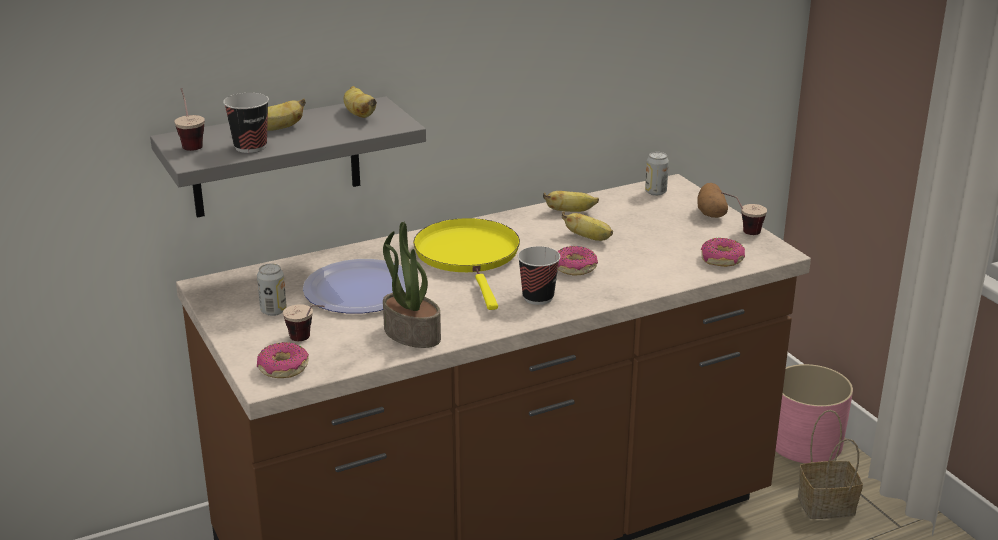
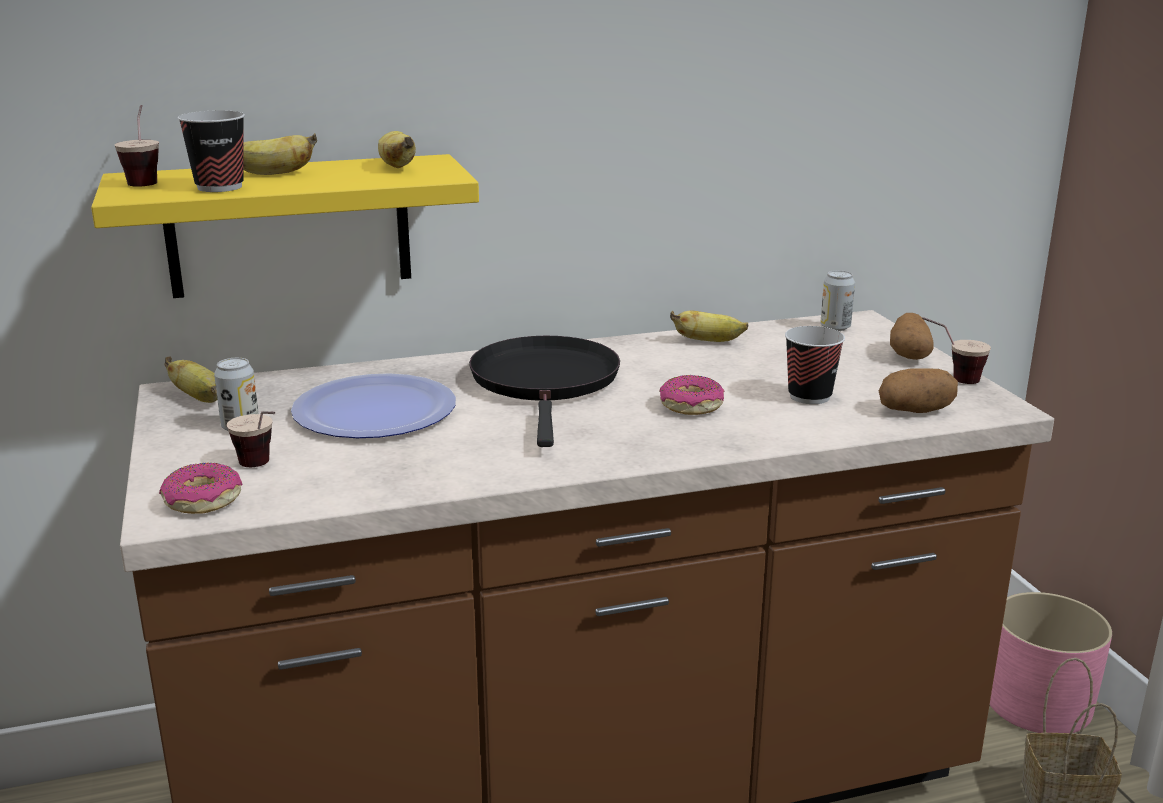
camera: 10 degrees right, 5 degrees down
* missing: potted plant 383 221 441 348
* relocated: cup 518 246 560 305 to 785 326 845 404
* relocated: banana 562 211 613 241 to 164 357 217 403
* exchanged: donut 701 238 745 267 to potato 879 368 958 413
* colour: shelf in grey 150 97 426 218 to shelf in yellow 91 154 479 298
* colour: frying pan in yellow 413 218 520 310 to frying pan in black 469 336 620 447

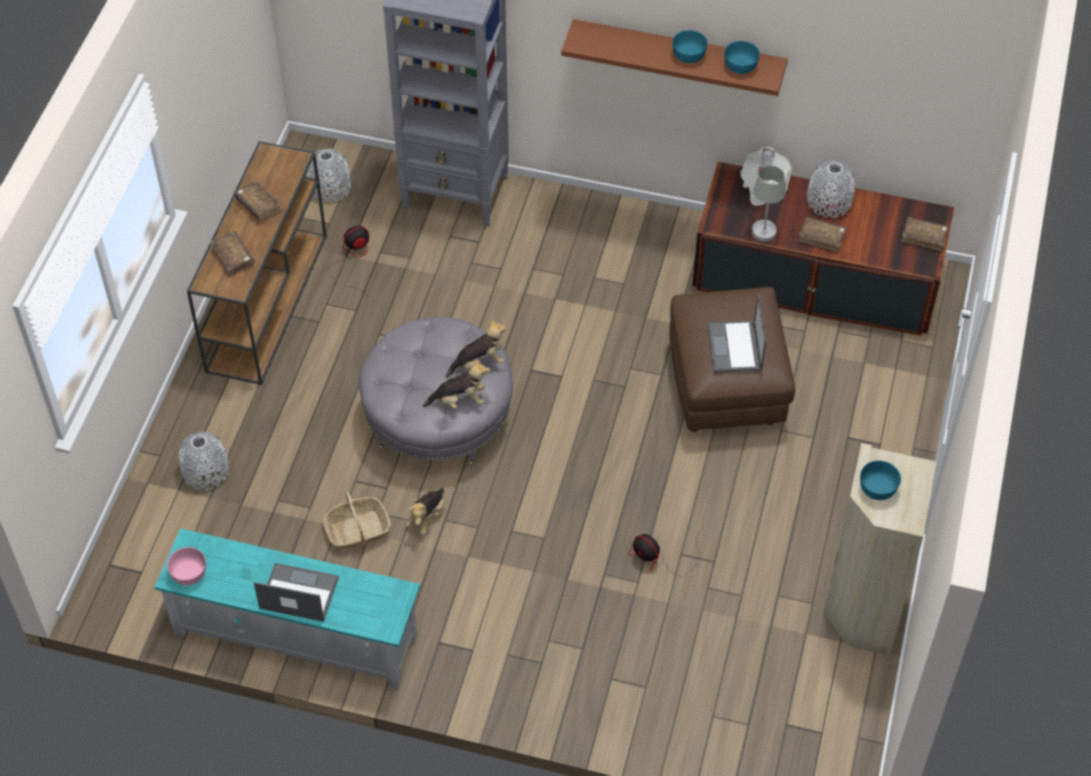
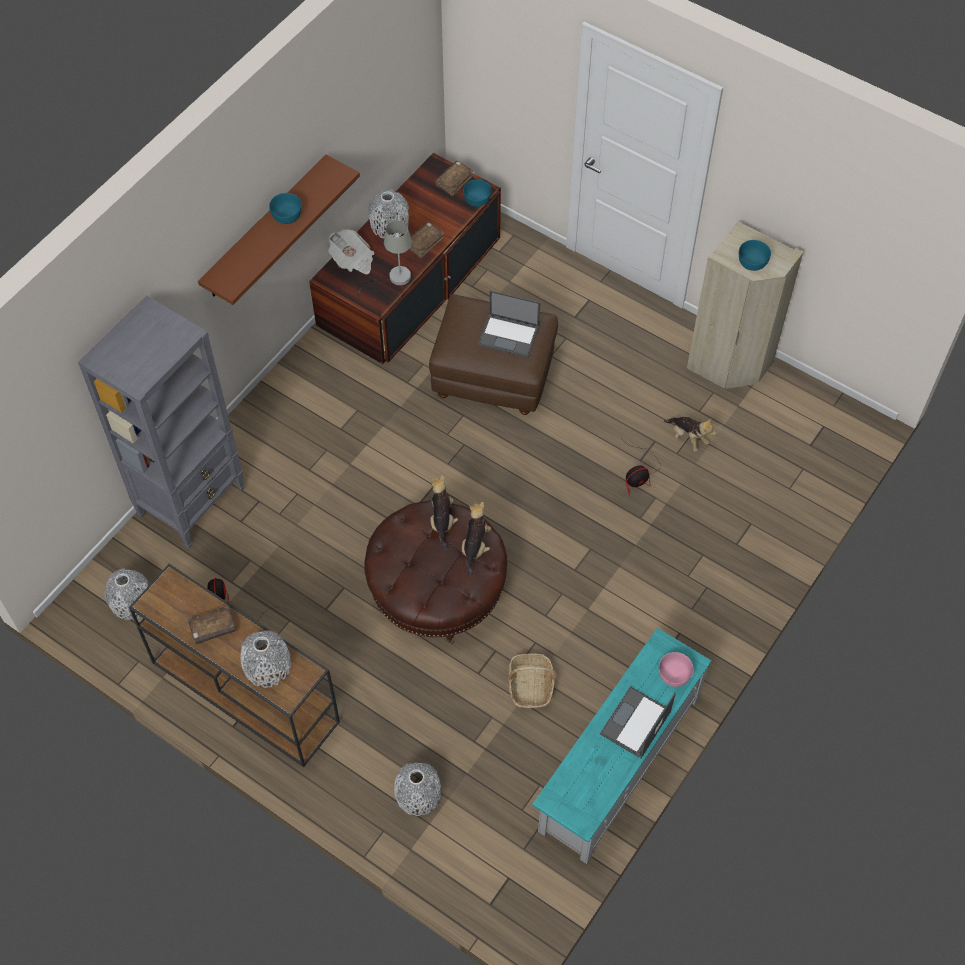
camera: 70 degrees left, 5 degrees up
* relocated: bowl in pink 167 547 206 585 to 659 652 693 687
* relocated: plush toy 406 487 445 535 to 664 417 716 452
* relocated: bowl in turquoise 724 41 760 74 to 463 179 491 207
* exchanged: book in brown 210 231 255 277 to vase in grey 240 630 291 688
* colour: ottoman in grey 359 317 513 465 to ottoman in brown 364 500 507 644

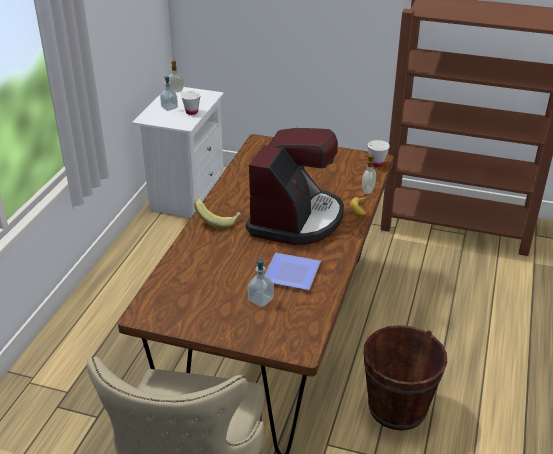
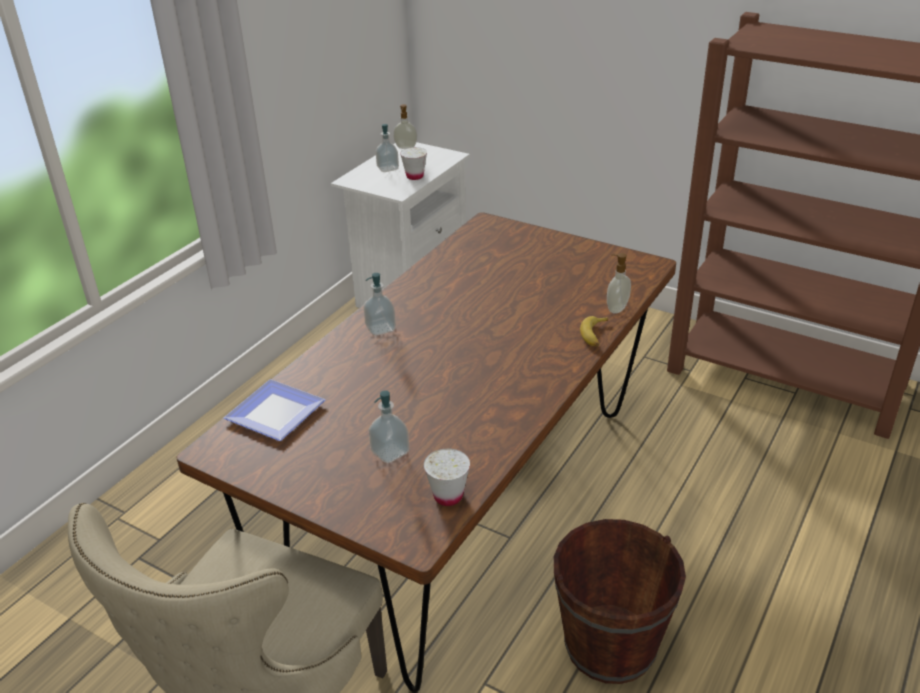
camera: 15 degrees right, 0 degrees up
* missing: coffee machine 246 128 344 245
* relocated: plate 265 253 321 290 to 223 379 325 441
* relocated: cup in white 367 140 390 167 to 424 449 470 506
* exchanged: banana 194 199 241 228 to soap dispenser 364 273 396 336

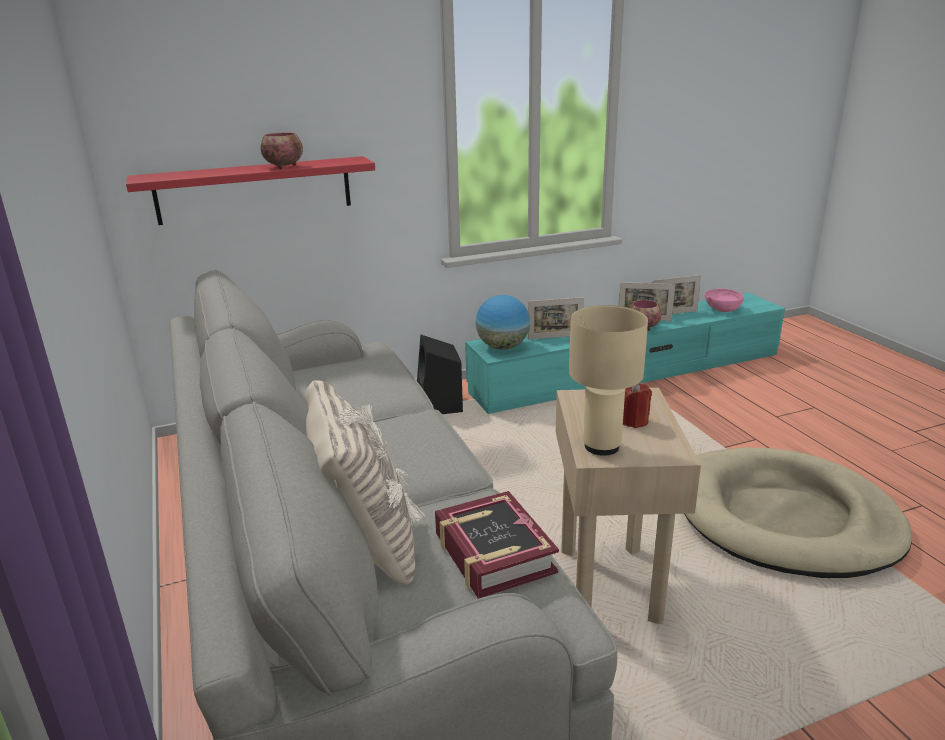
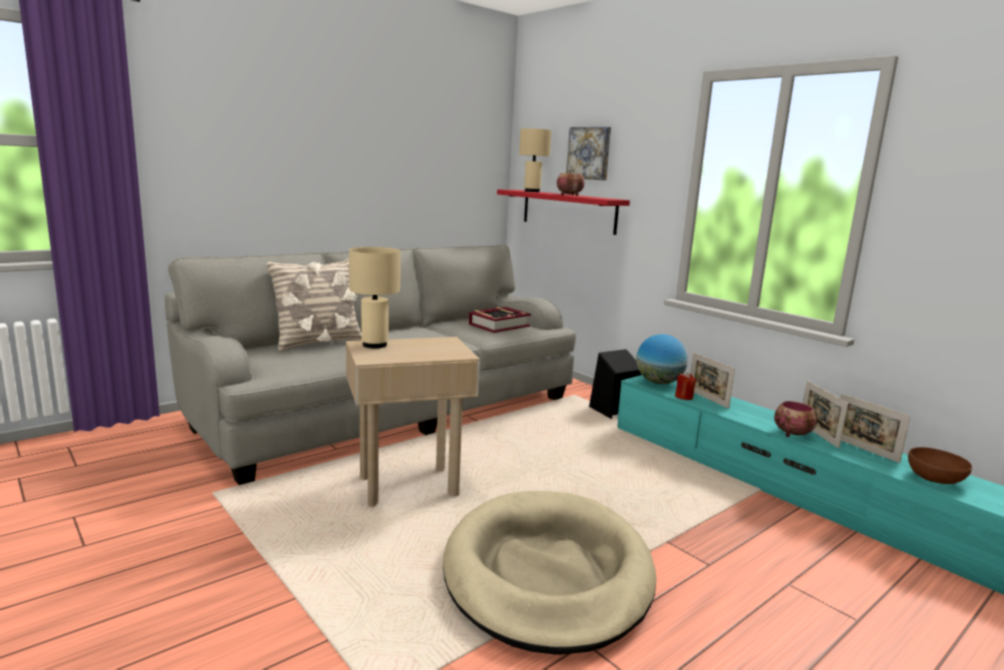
camera: 70 degrees right, 10 degrees down
* appeared: table lamp in beige 519 128 551 192
* appeared: picture 566 127 611 180
* relocated: book 435 491 559 599 to 469 307 531 333
* relocated: candle in red 623 383 652 428 to 675 373 696 400
* colour: bowl in pink 705 289 744 312 to bowl in brown 908 447 972 484

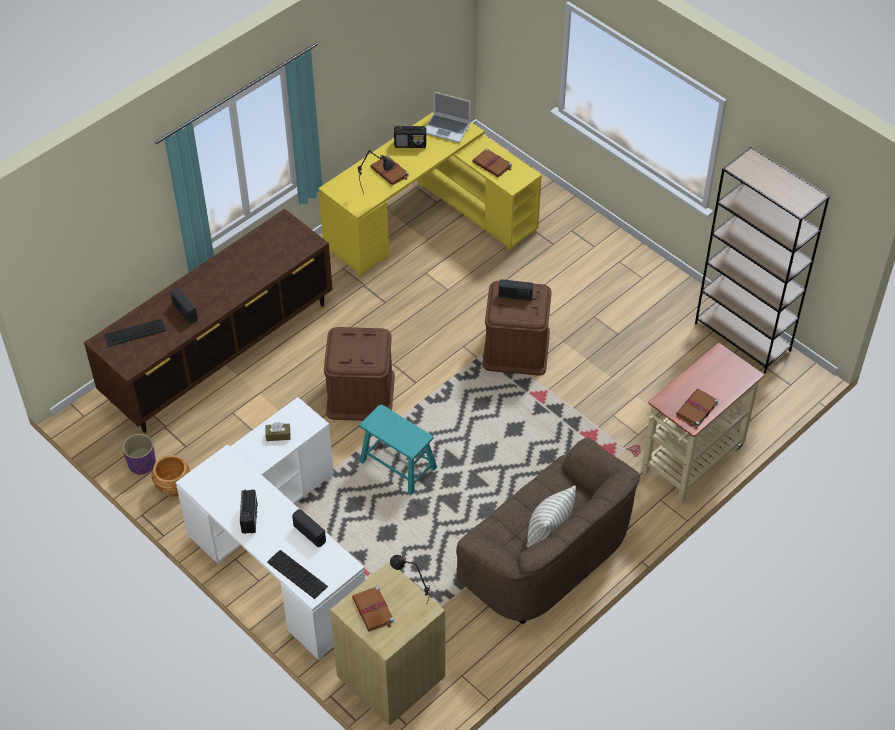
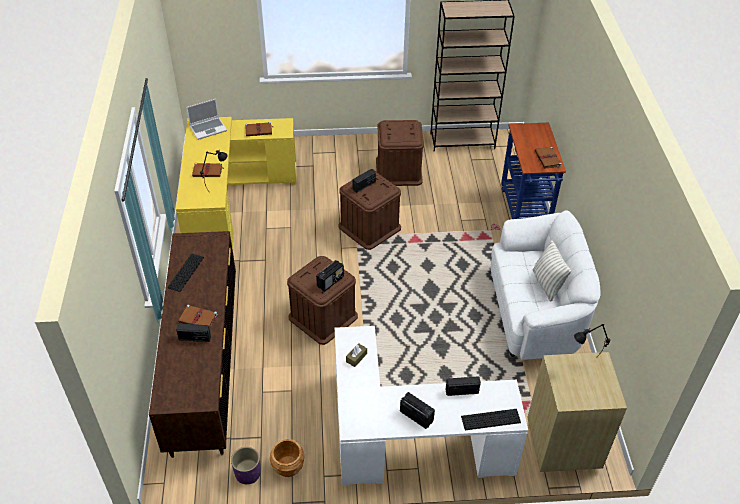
camera: 50 degrees left, 5 degrees down
* missing: stool in turquoise 359 404 437 494
* appeared: storage box in brown 376 120 424 186
* relocated: keyboard 104 319 166 347 to 167 254 204 292
* relocated: book in brown 352 586 395 632 to 178 305 218 329
* relocated: radio 394 126 426 148 to 316 260 344 292
* colour: sofa in brown 456 438 640 624 to sofa in white 491 210 601 360
* colour: cart in beige 641 343 764 503 to cart in blue 501 123 566 219

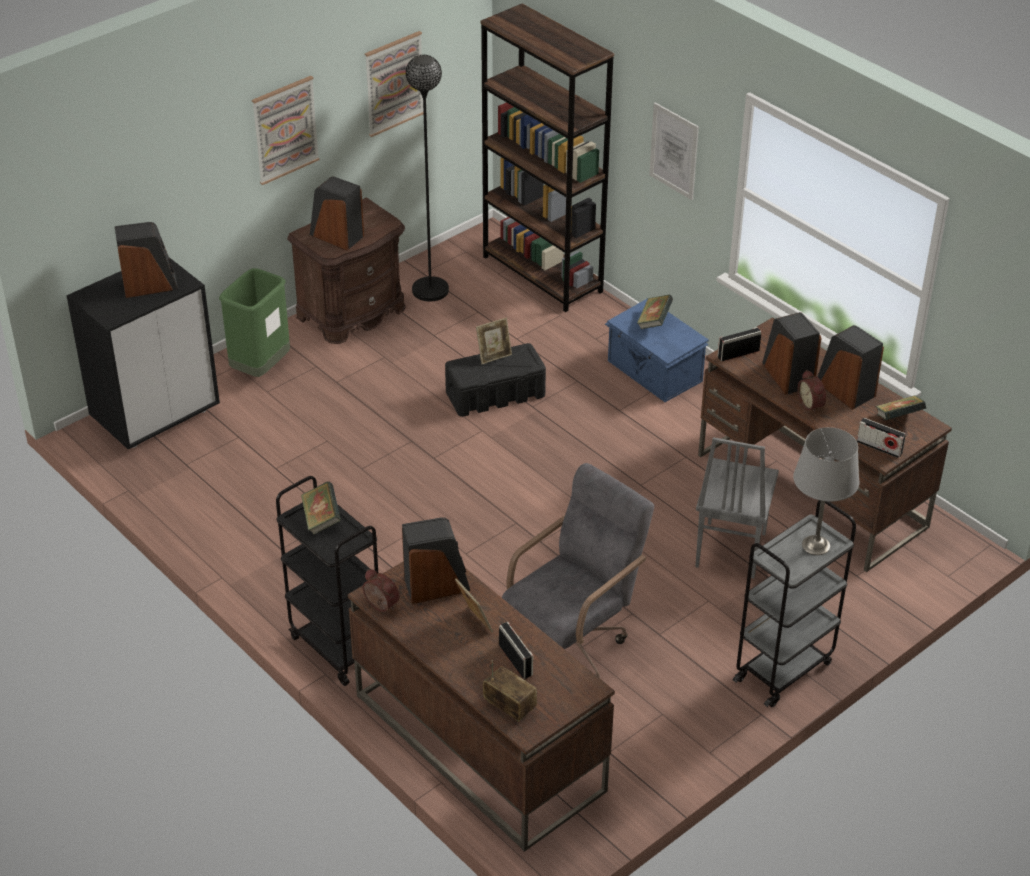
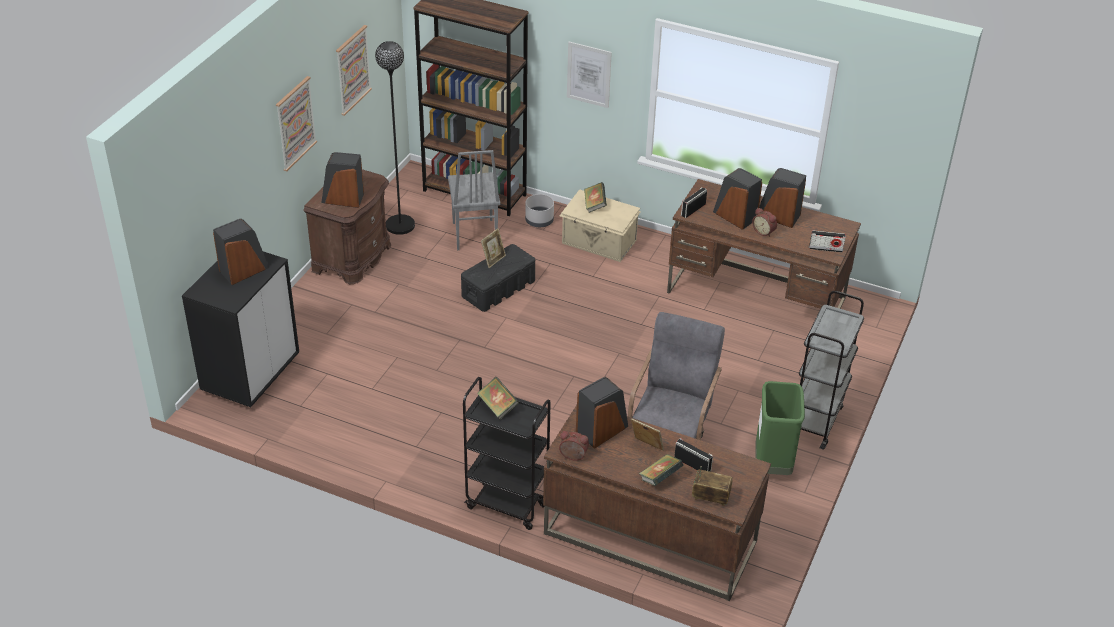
camera: 25 degrees left, 0 degrees up
* missing: table lamp in grey 793 427 859 555
* appeared: planter in grey 525 194 554 227
* relocated: trash can in green 219 268 290 377 to 755 381 805 475
* relocated: chair in grey 695 437 779 579 to 448 150 501 250
* relocated: book 876 396 926 420 to 639 454 684 486
* colour: storage box in blue 605 298 709 402 to storage box in beige 560 189 641 262

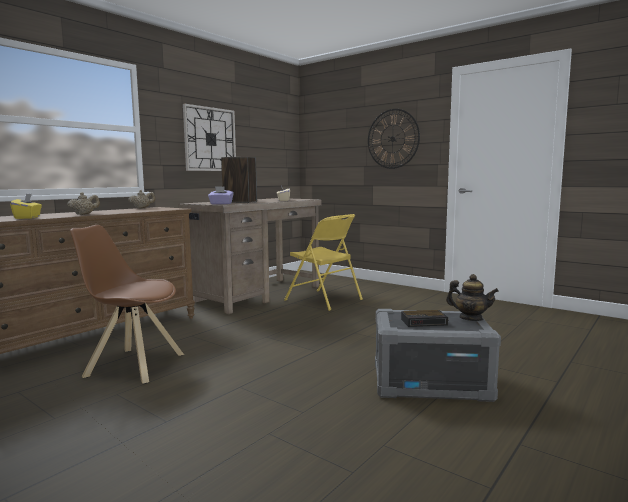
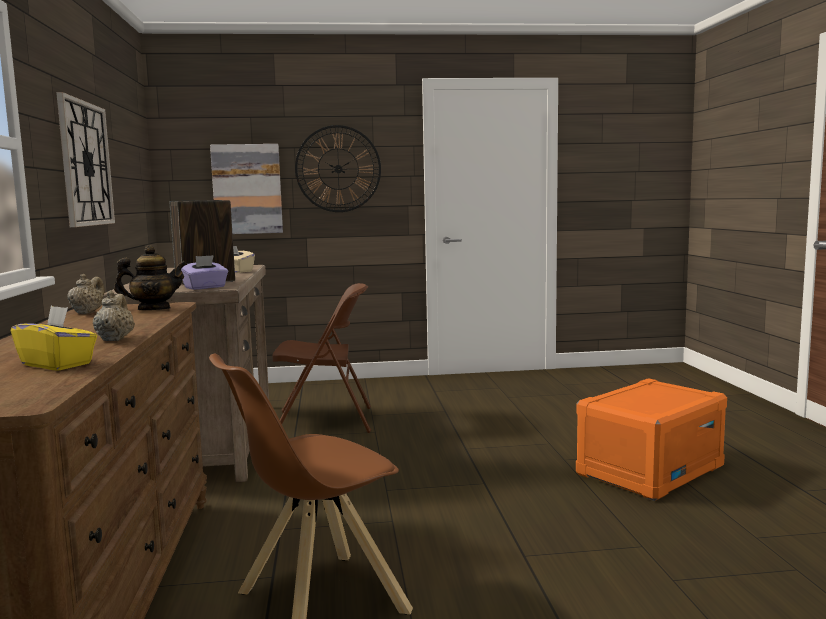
camera: 45 degrees left, 0 degrees up
* missing: alarm clock 401 310 448 327
* appeared: picture 210 144 283 234
* relocated: teapot 446 274 499 321 to 114 245 187 310
* colour: chair in yellow 284 214 363 311 to chair in brown 272 283 371 433
* colour: storage box in grey 375 309 501 402 to storage box in orange 576 378 727 501

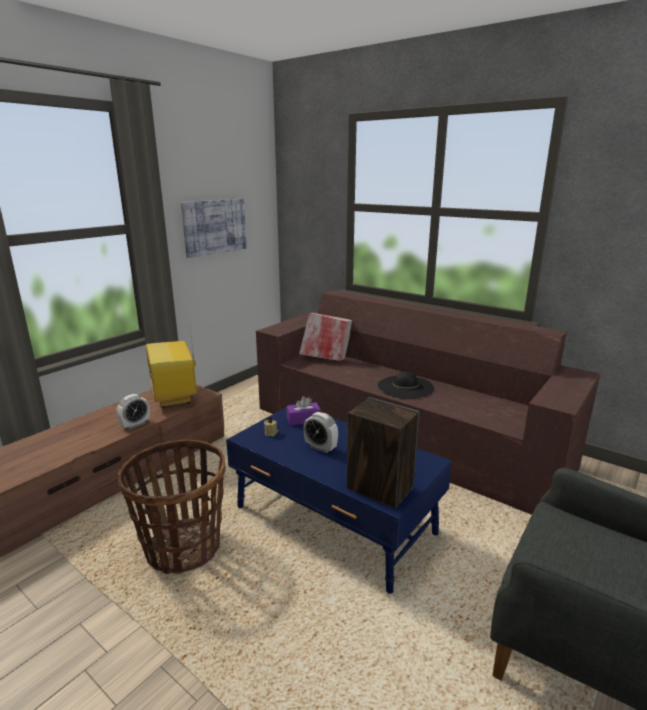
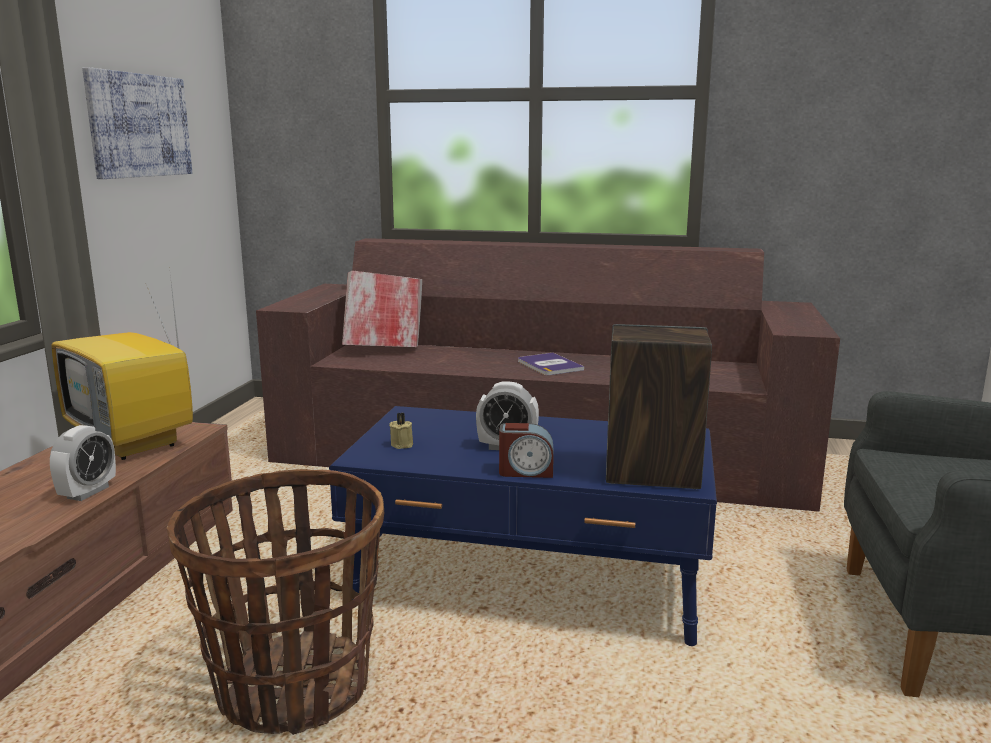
camera: 25 degrees left, 5 degrees down
* missing: tissue box in purple 287 396 321 425
* appeared: alarm clock 499 423 554 478
* exchanged: hat in black 378 371 434 399 to book 518 353 584 375

